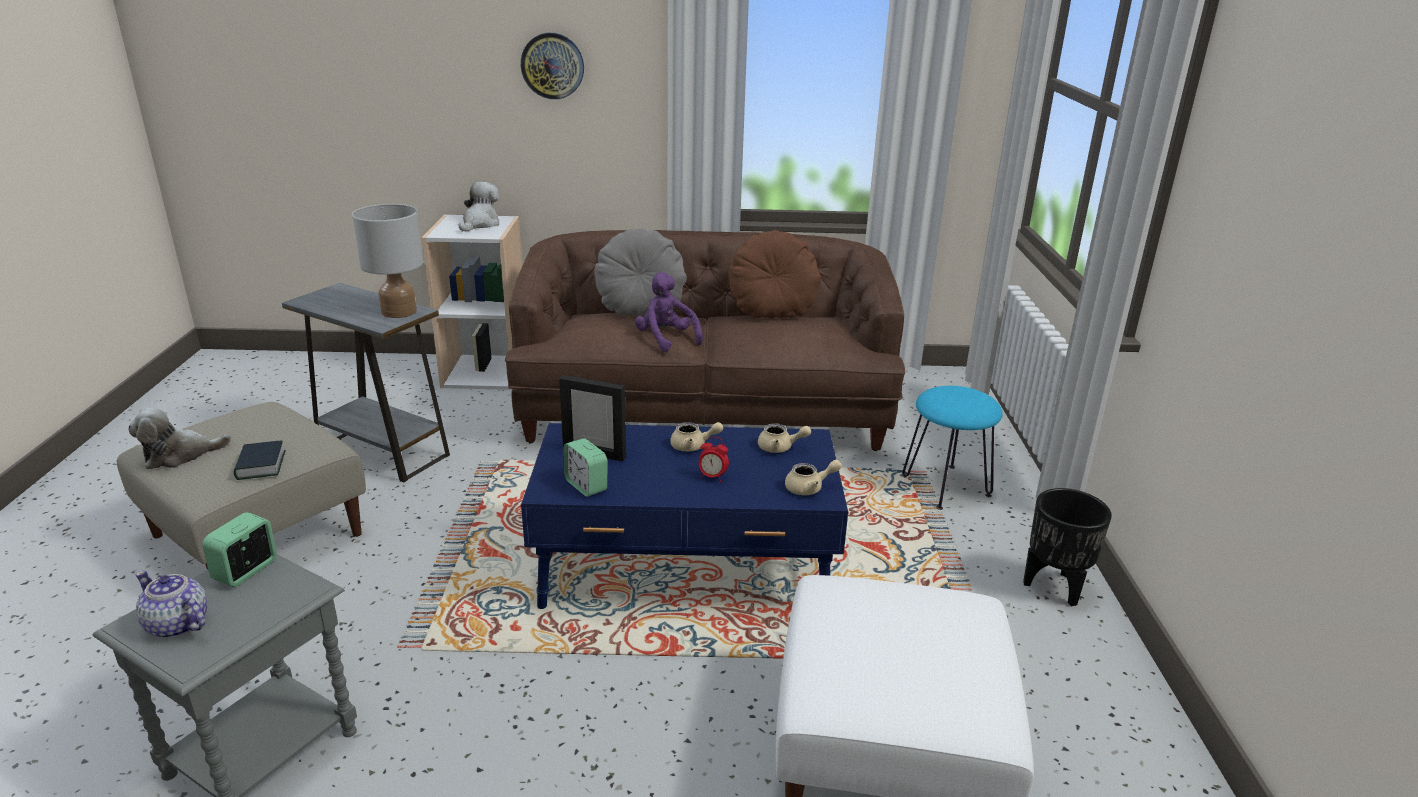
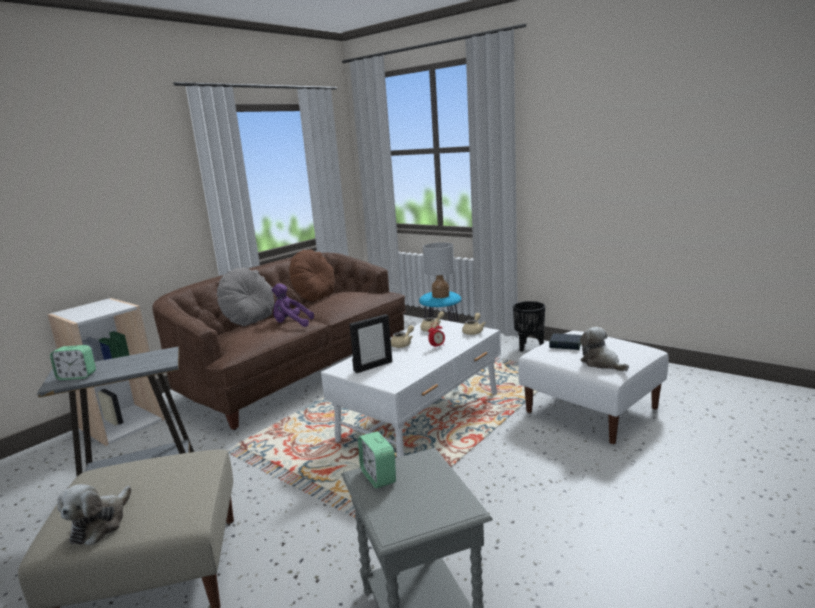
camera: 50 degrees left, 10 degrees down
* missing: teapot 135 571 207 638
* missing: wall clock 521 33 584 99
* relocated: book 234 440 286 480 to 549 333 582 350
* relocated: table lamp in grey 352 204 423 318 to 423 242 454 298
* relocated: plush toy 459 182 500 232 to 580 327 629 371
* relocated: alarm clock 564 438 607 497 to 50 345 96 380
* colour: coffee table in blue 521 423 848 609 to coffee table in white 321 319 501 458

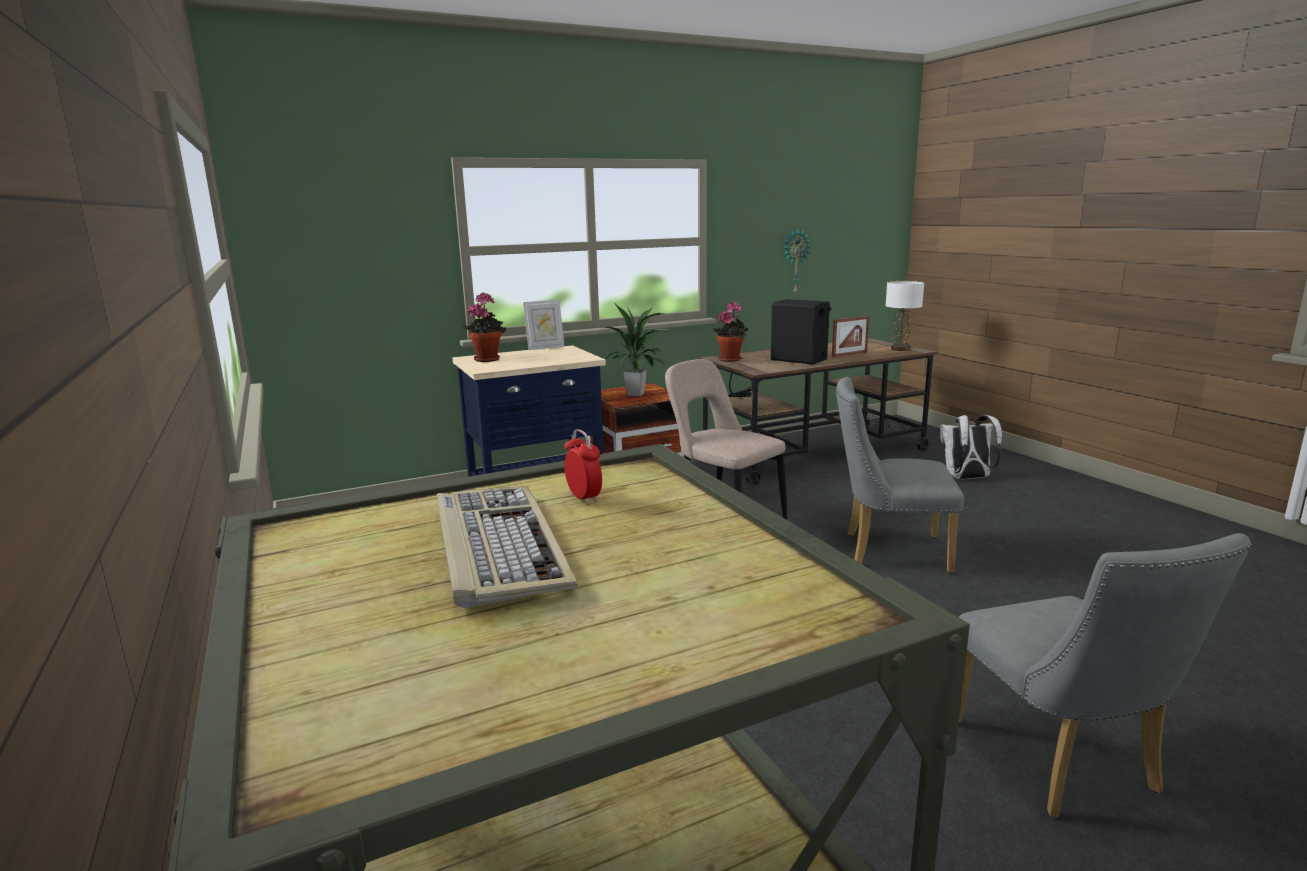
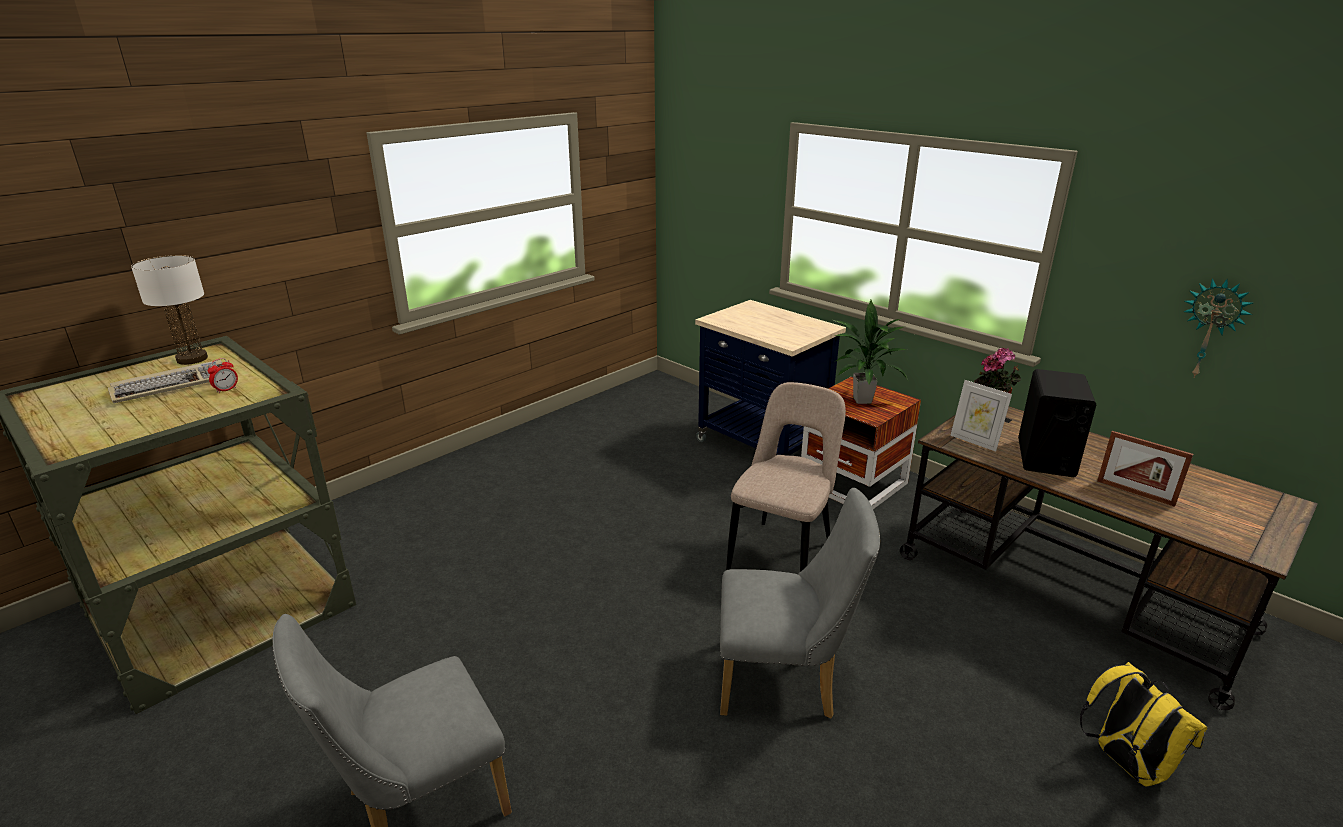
camera: 70 degrees right, 10 degrees up
* missing: potted plant 462 292 507 362
* relocated: picture frame 523 300 564 350 to 950 380 1012 452
* relocated: table lamp 886 281 924 351 to 131 255 208 365
* colour: backpack in white 940 415 1002 479 to backpack in yellow 1080 662 1208 786
* spun: chair in grey 836 377 964 574 = 720 488 880 718 105 degrees clockwise

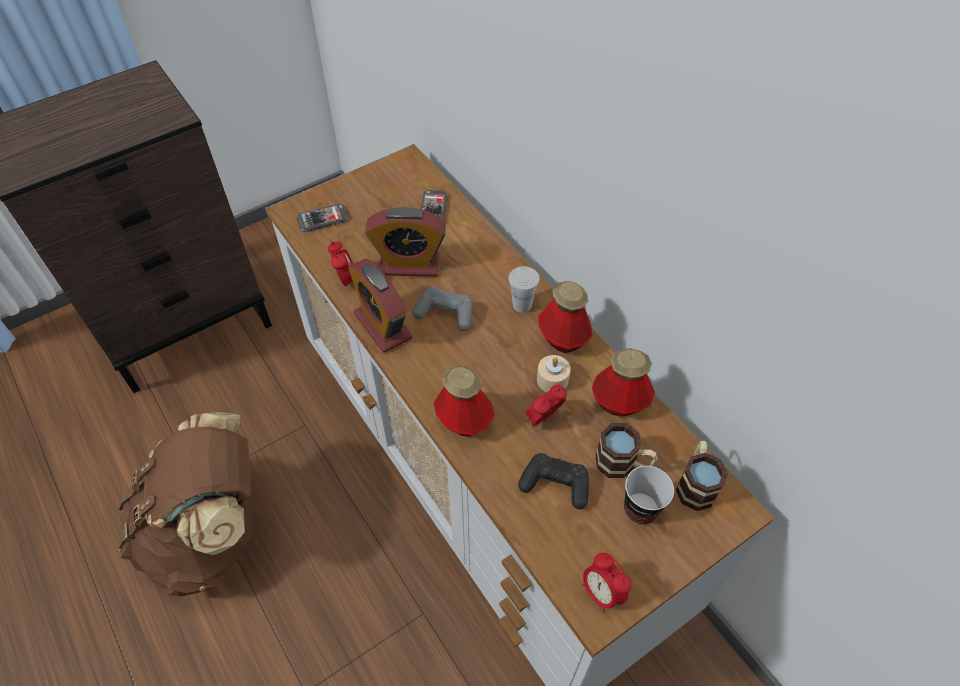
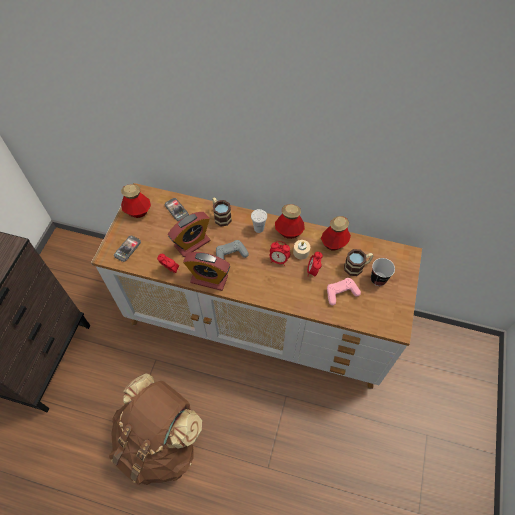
camera: 40 degrees left, 5 degrees up
* relocated: bottle 434 365 495 437 to 121 184 151 218
* relocated: alarm clock 582 553 631 613 to 269 241 290 266
* relocated: mug 676 441 728 511 to 212 197 232 227
* colour: game controller in black 518 453 589 509 to game controller in pink 327 278 361 305

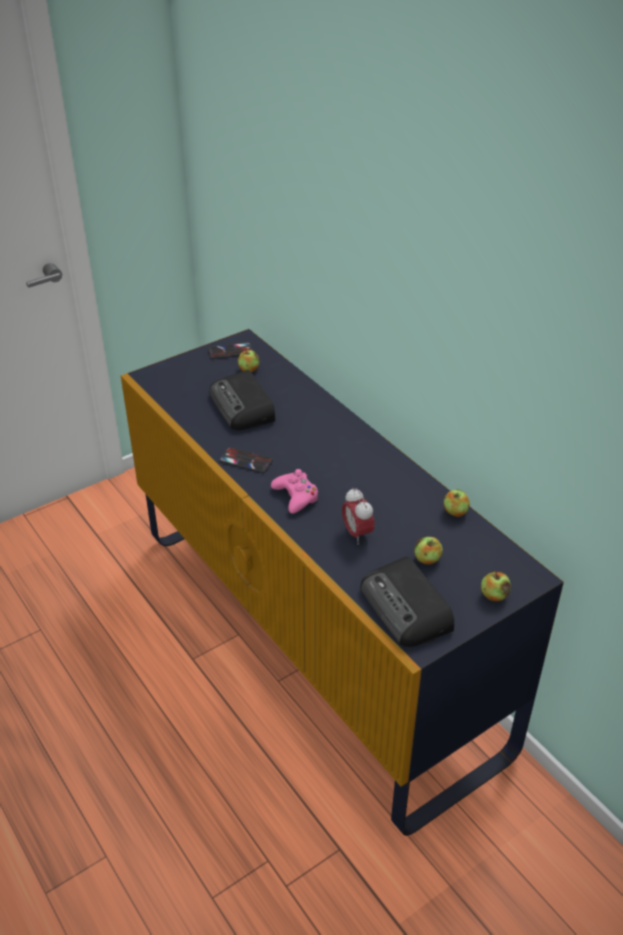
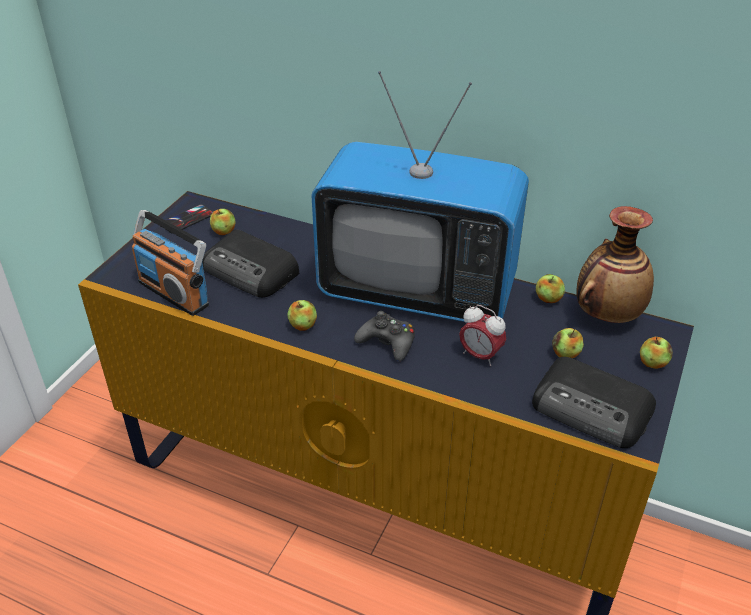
camera: 30 degrees left, 0 degrees up
* appeared: radio 132 210 209 316
* appeared: television 311 71 529 322
* appeared: vase 576 206 654 323
* exchanged: phone 219 447 273 473 to apple 288 300 317 331
* colour: game controller in pink 271 469 319 514 to game controller in black 354 311 415 361

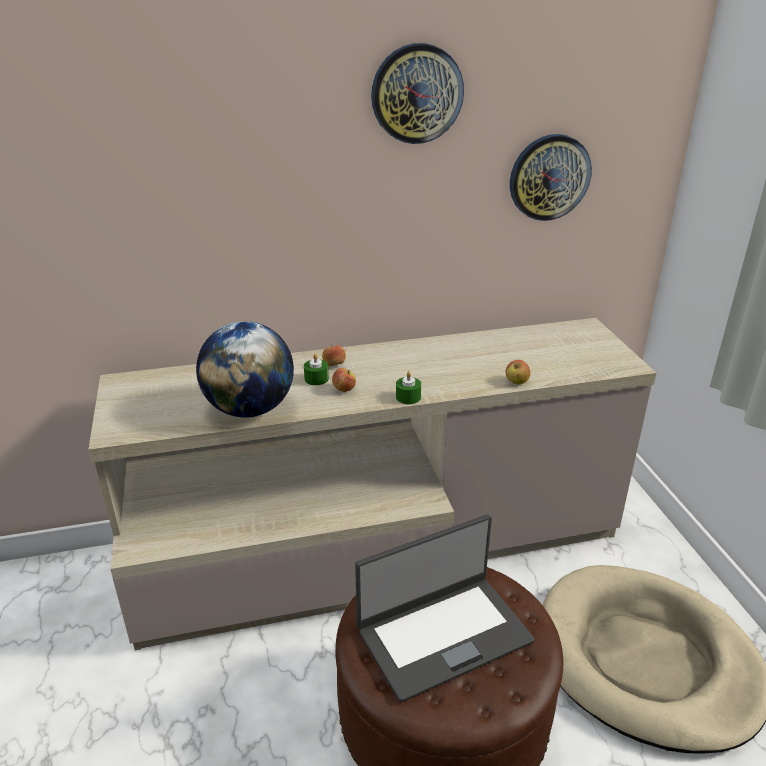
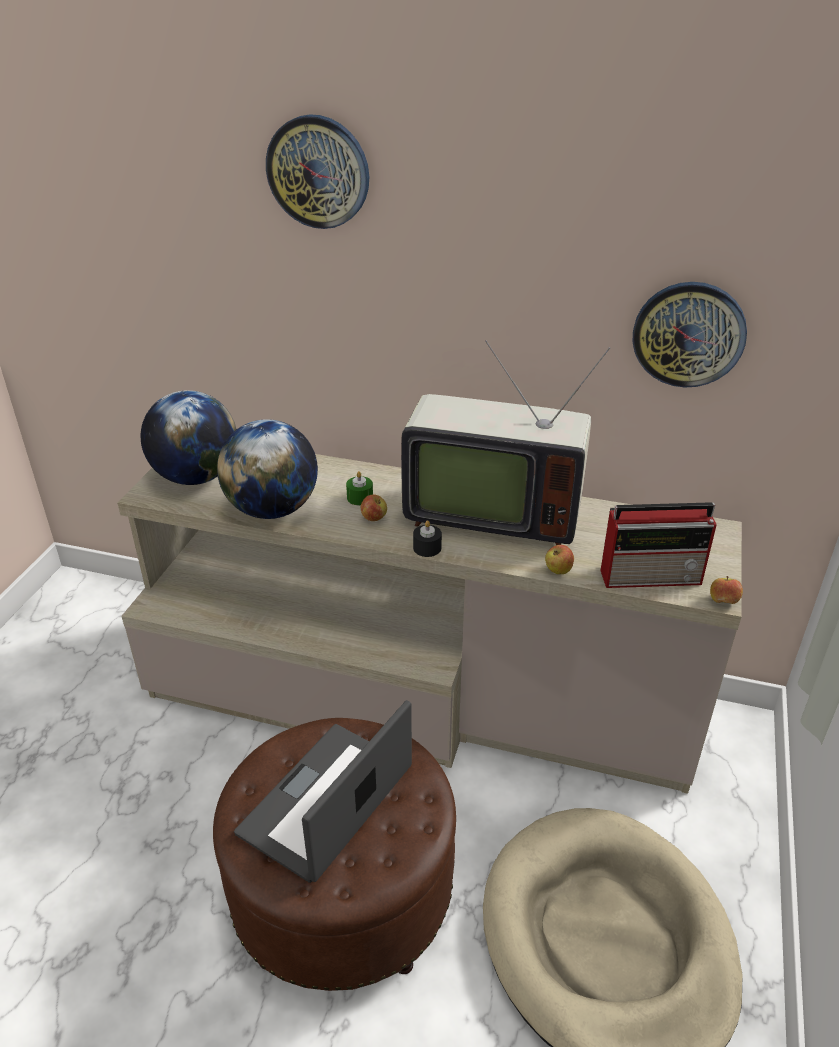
camera: 30 degrees right, 5 degrees up
* appeared: globe 140 390 237 485
* appeared: television 401 340 610 545
* appeared: radio 600 502 716 588
* relocated: apple 322 344 346 366 to 710 576 743 604
* relocated: wall clock 371 43 464 144 to 266 114 369 229
* colour: candle in green 396 371 421 404 to candle in black 413 520 442 557
* spun: laptop 355 515 535 702 = 234 700 412 883 120 degrees clockwise

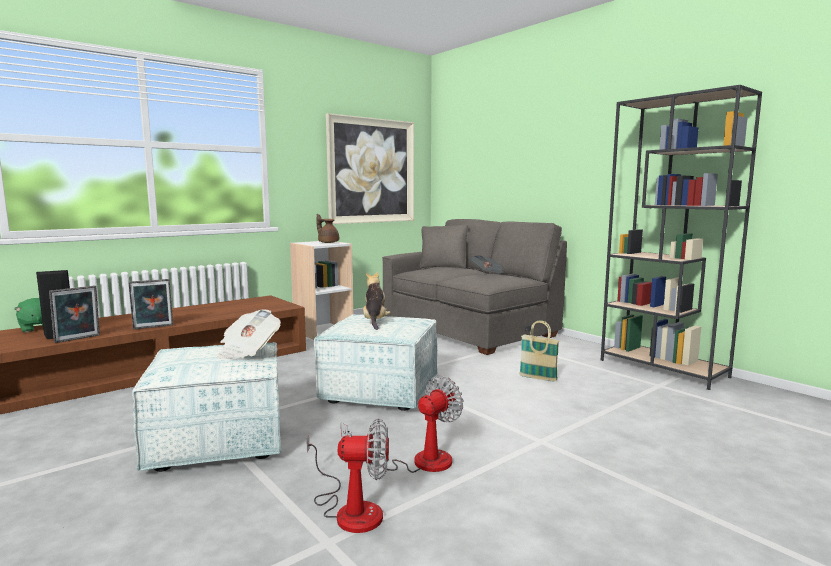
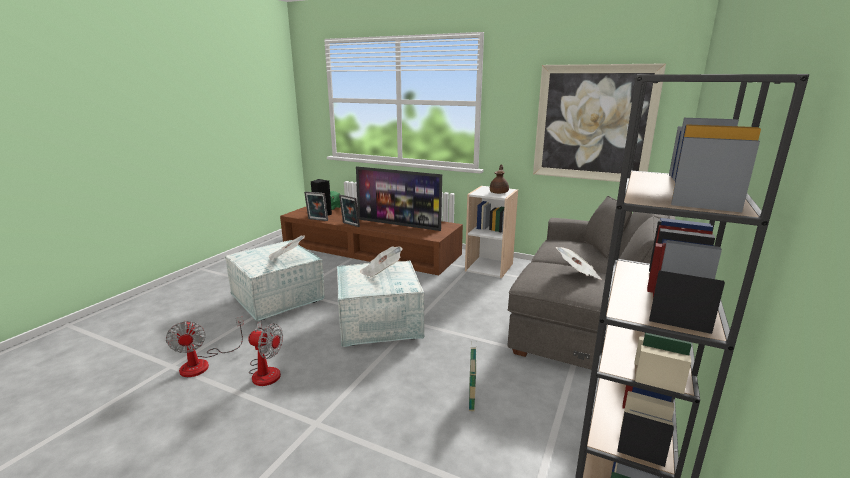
camera: 65 degrees right, 10 degrees up
* appeared: television 356 166 442 231
* exchanged: plush toy 363 272 391 330 to newspaper 360 246 403 278

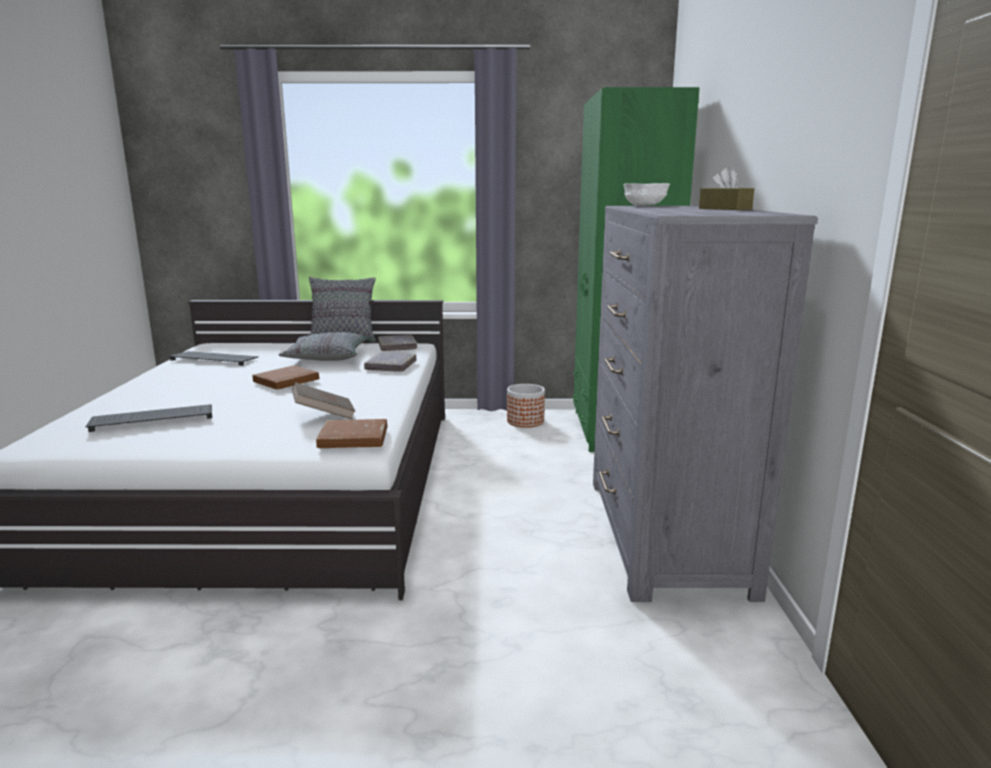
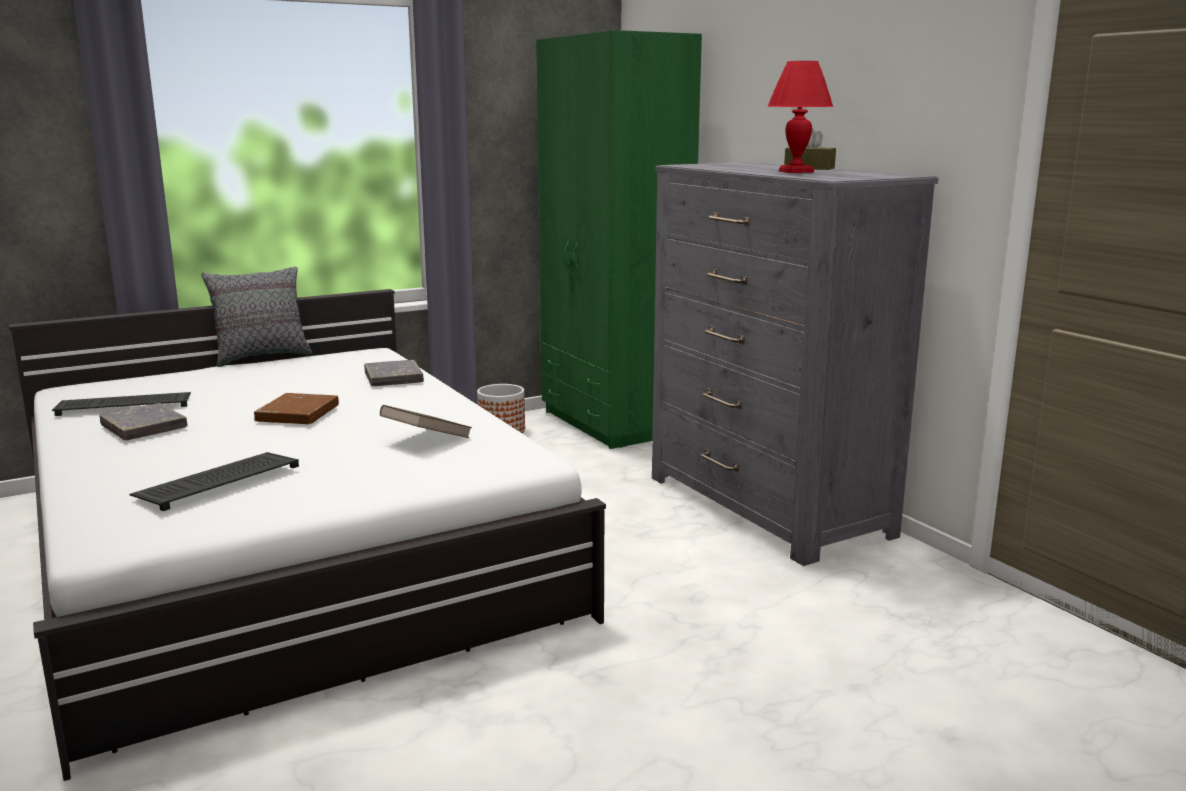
camera: 30 degrees left, 0 degrees up
* missing: pillow in grey 278 332 368 361
* missing: book in brown 316 419 387 448
* missing: bowl in white 623 183 670 206
* appeared: table lamp in red 767 61 833 173
* relocated: book in grey 378 335 417 351 to 99 403 188 441

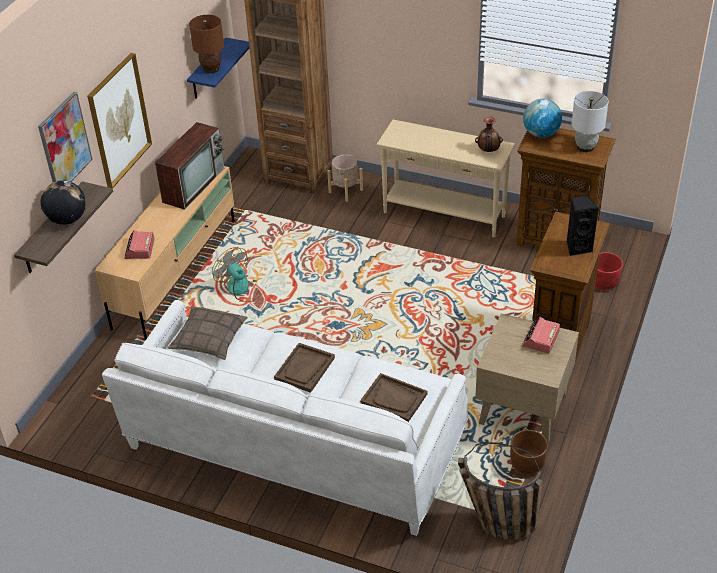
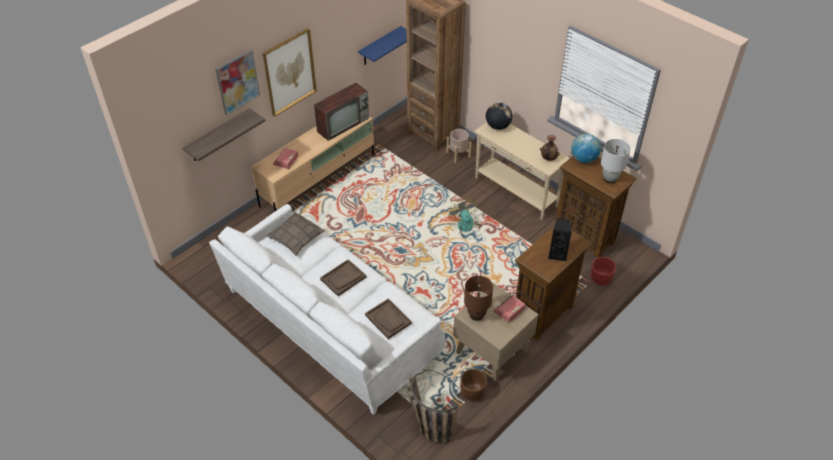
camera: 20 degrees right, 5 degrees up
* relocated: globe 40 180 86 225 to 486 103 513 130
* relocated: table lamp in brown 189 15 224 73 to 464 276 493 321
* relocated: fan 212 247 266 302 to 449 199 484 239

